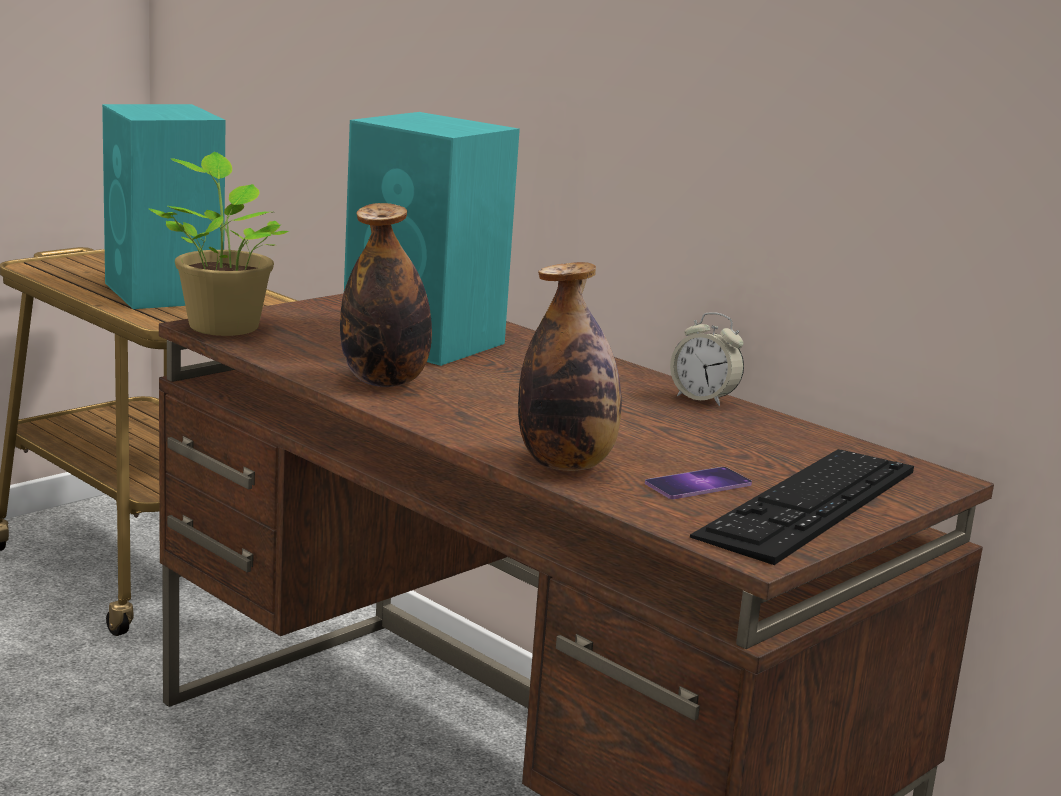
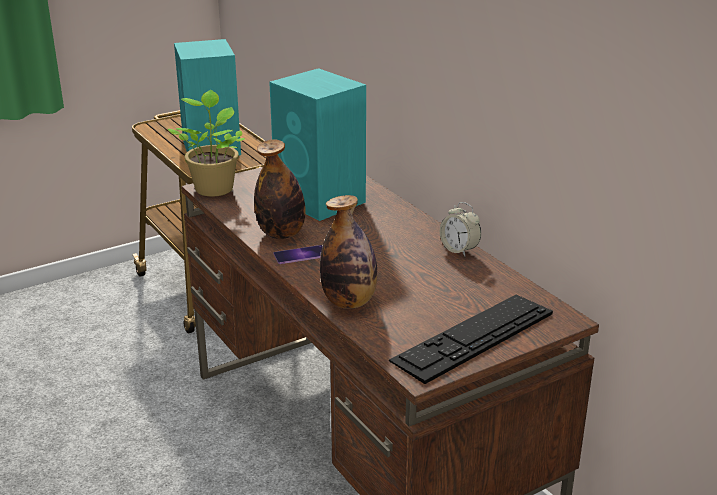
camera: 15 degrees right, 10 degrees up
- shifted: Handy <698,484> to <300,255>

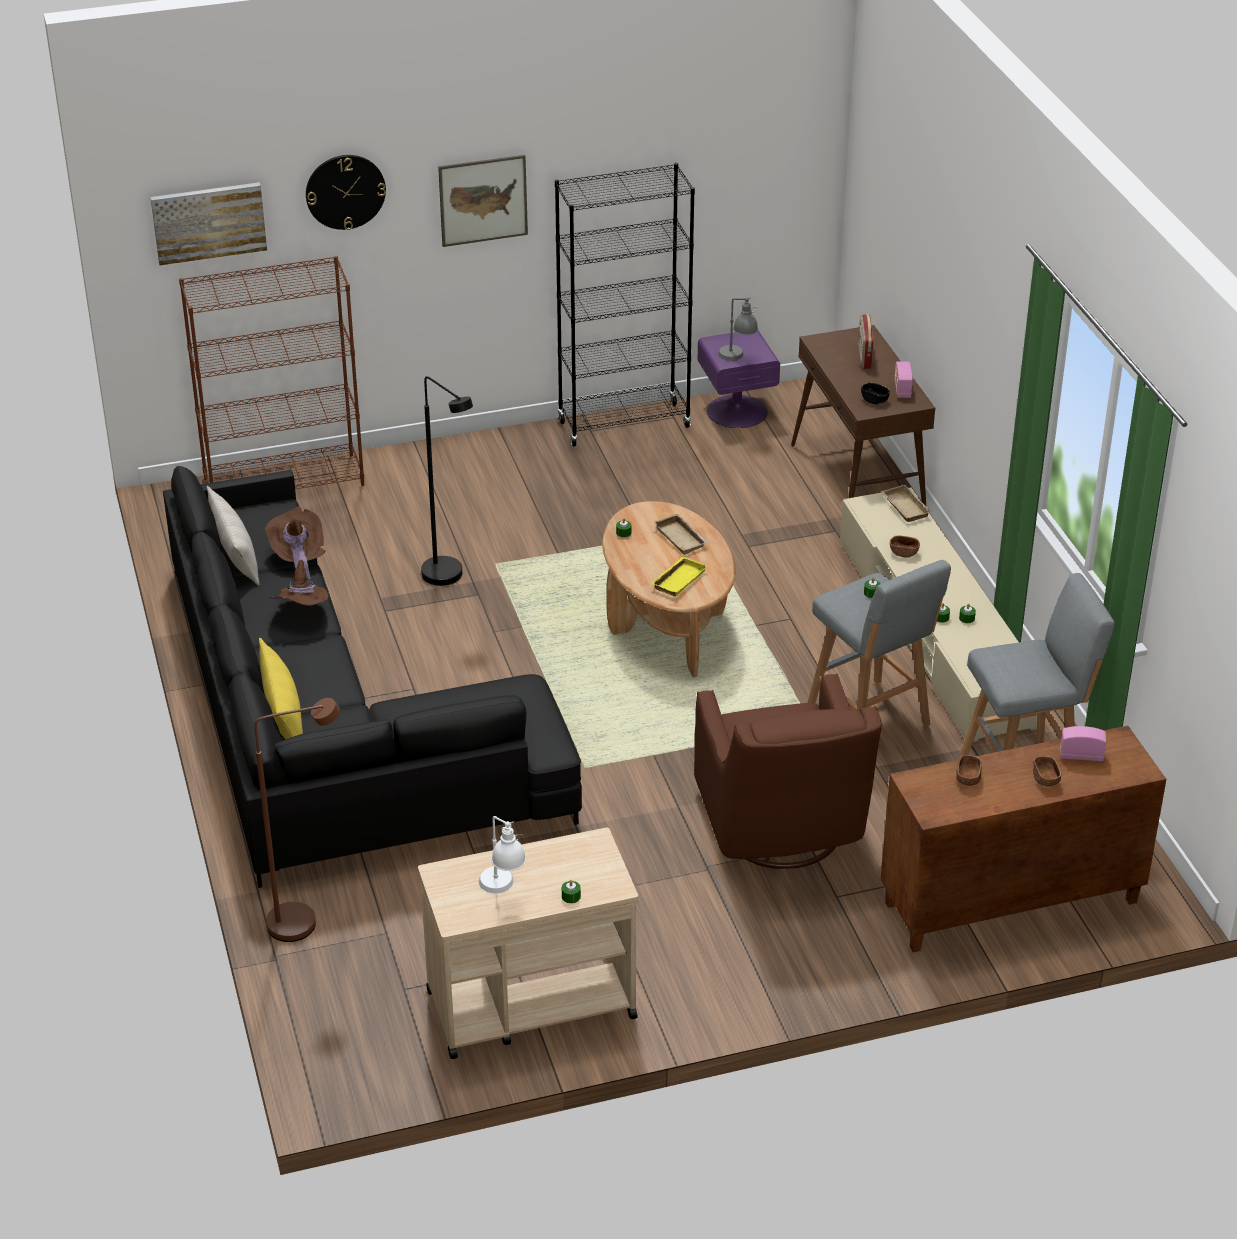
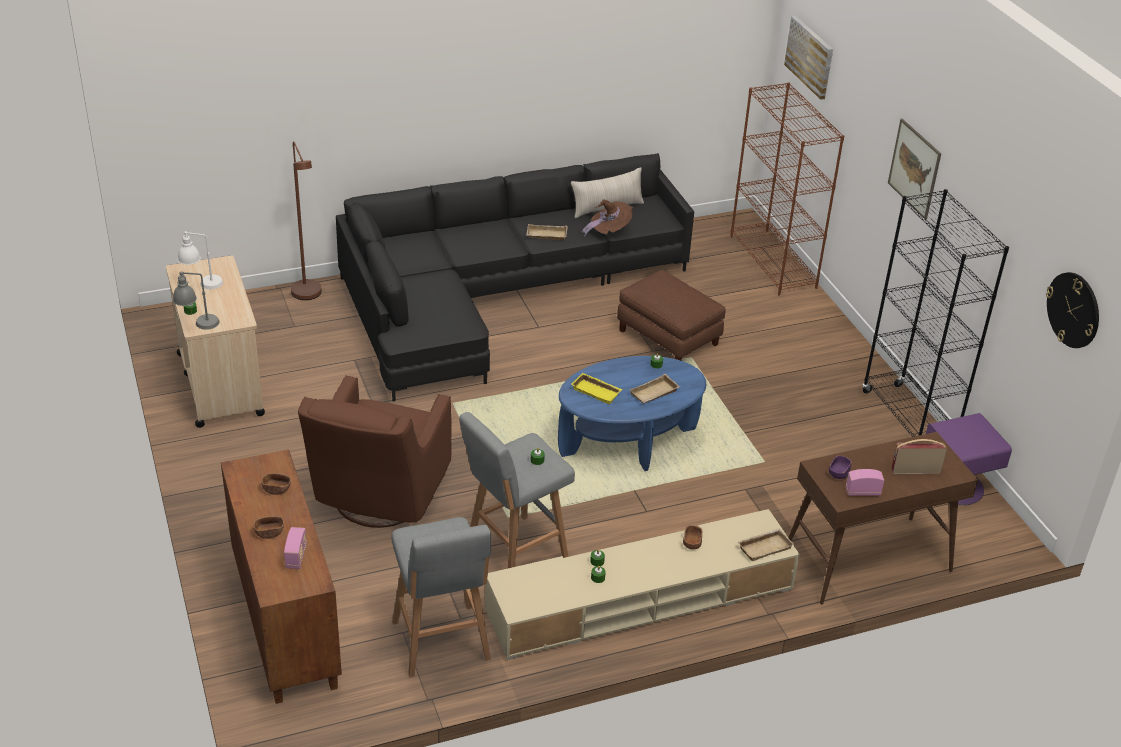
camera: 85 degrees right, 0 degrees up
- gone: Kissen (gelb) <283,716>
- shifted: Wanduhr <345,191> to <1073,310>
- shifted: Tischlampe (grau) <738,358> to <198,326>
- swapped: Hut (braun) <302,612> to Tablett (beige) <546,235>
- swapped: Stehlampe (schwarz) <449,579> to Polsterhocker (braun) <669,337>
- repainted: Couchtisch (braun) <667,625> to Couchtisch (blau) <628,443>
- repainted: Schüssel (schwarz) <874,400> to Schüssel (lila) <838,473>
- rotated: Sessel (braun) <782,832> = <378,499> 60 degrees counterclockwise

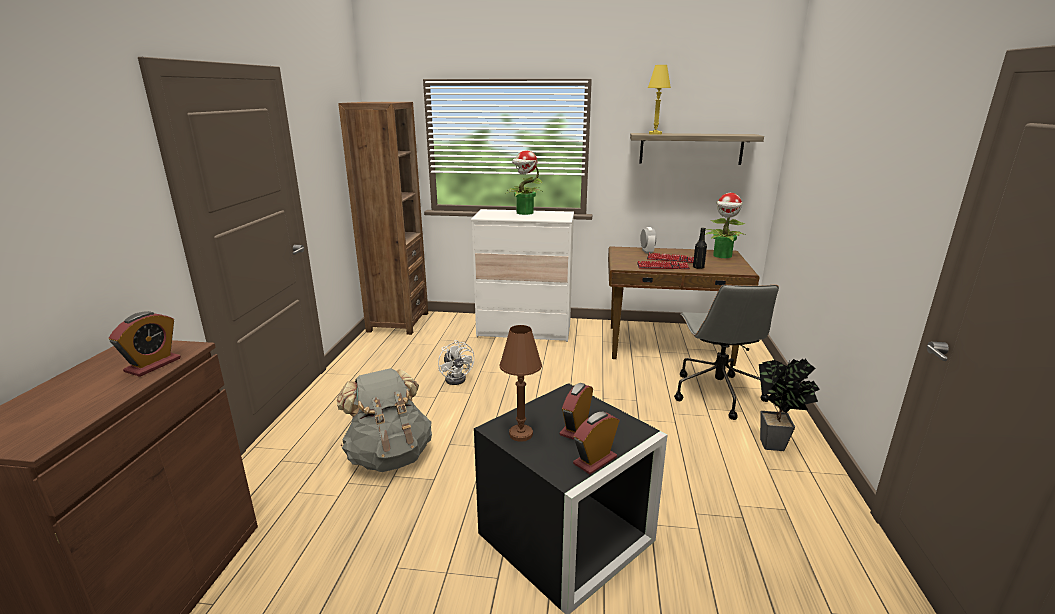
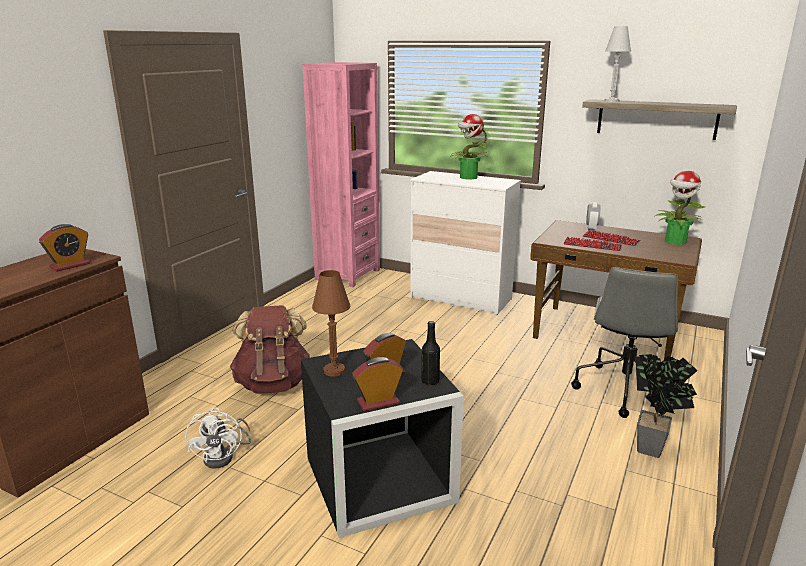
camera: 20 degrees right, 0 degrees up
- shifted: Ventilator (weiß) <457,378> to <224,456>
- shifted: Flasche (schwarz) <698,267> to <430,381>
- repainted: Rucksack (grau) <389,456> to Rucksack (braun) <273,383>
- repainted: Bücherregal (braun) <398,322> to Bücherregal (rosa) <347,274>
- repainted: Tischlampe (gelb) <655,134> to Tischlampe (weiß) <611,101>

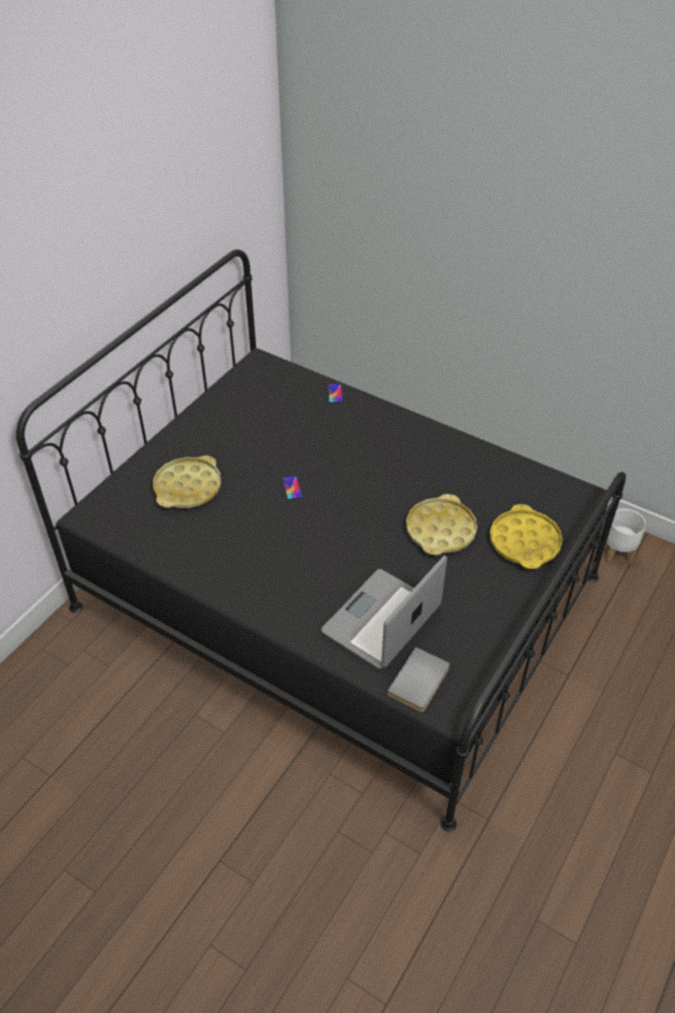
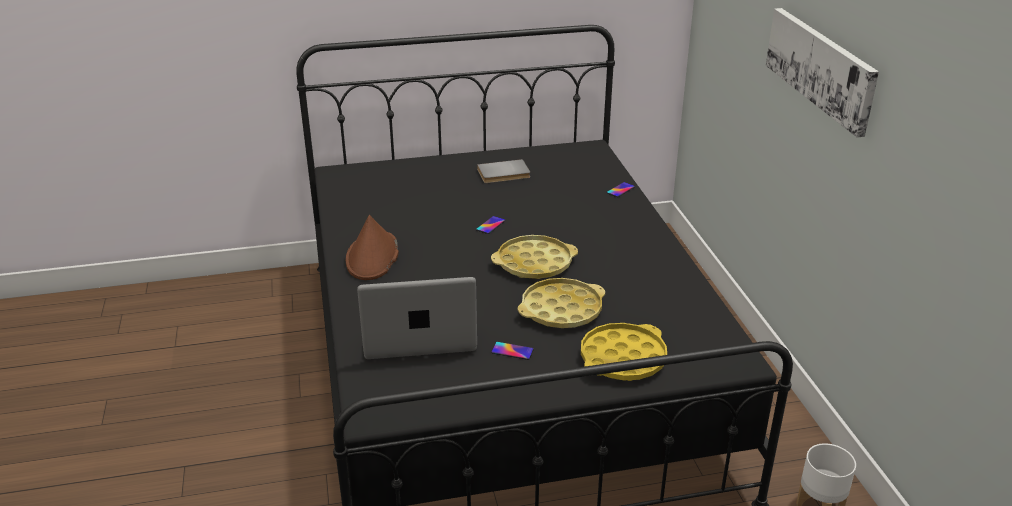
camera: 45 degrees right, 15 degrees down
- new: Hut (braun) <372,257>
- new: Handy <512,351>
- new: Bild <820,68>
- shifted: Tablett (gelb) <188,487> to <534,263>
- shifted: Buch (grau) <420,682> to <504,174>

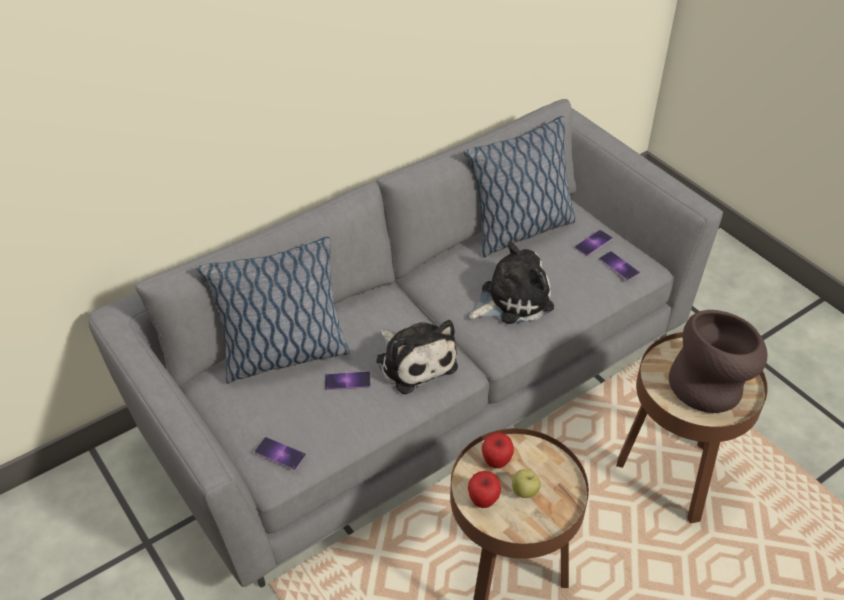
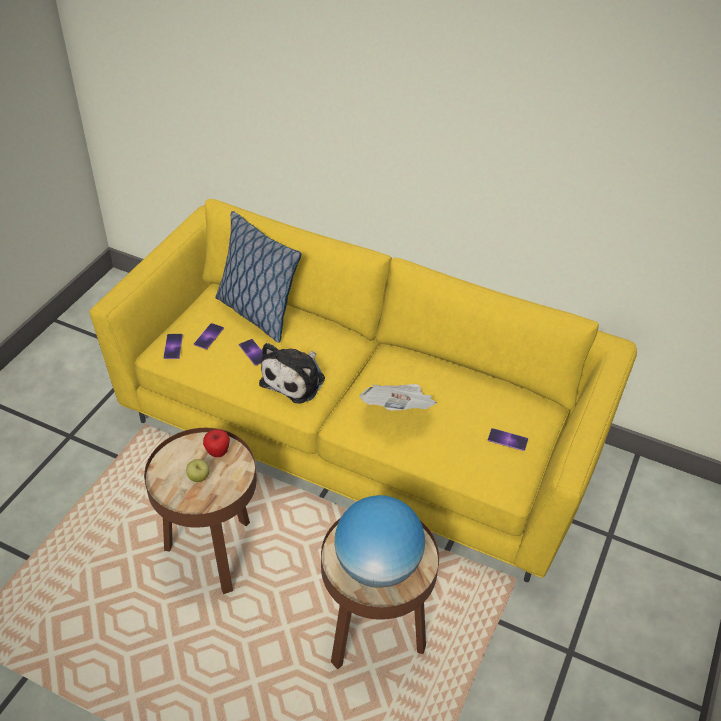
camera: 60 degrees right, 0 degrees up
- gone: Kissen <519,230>
- gone: Apfel <483,500>
- shifted: Handy <619,266> to <208,336>
- swapped: Plüschtier <512,299> to Zeitung <398,410>
- swapped: Vase (braun) <710,386> to Globus <378,565>
- repainted: Sofa (grau) <421,386> to Sofa (gelb) <358,434>

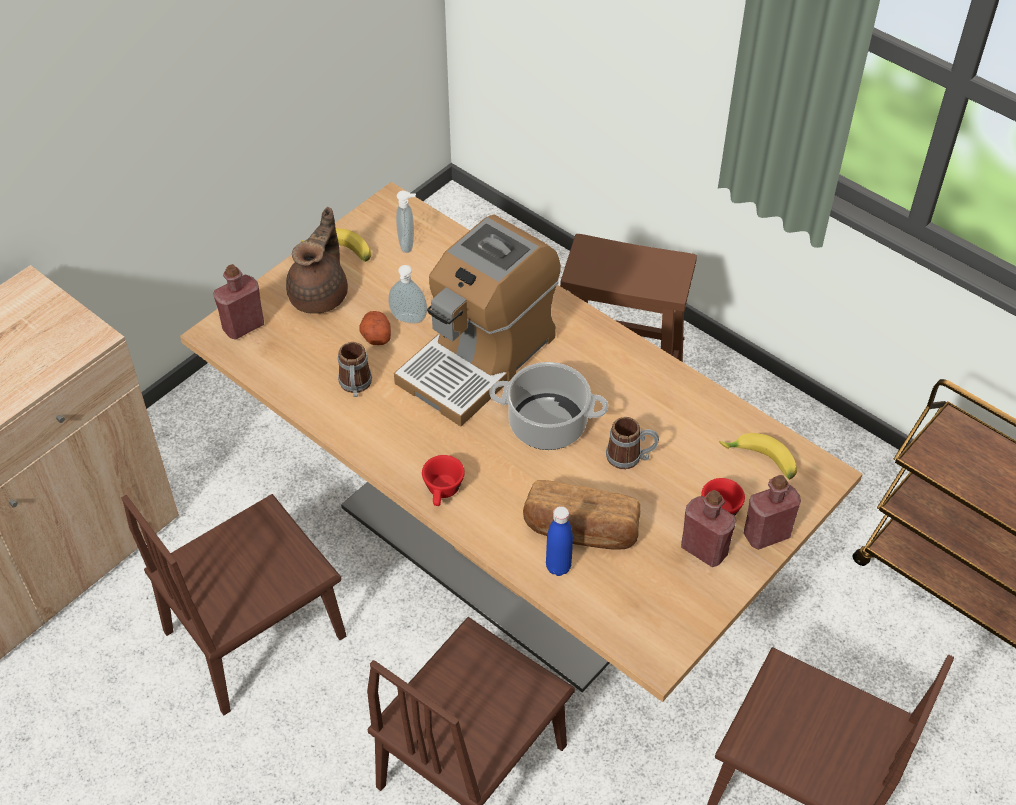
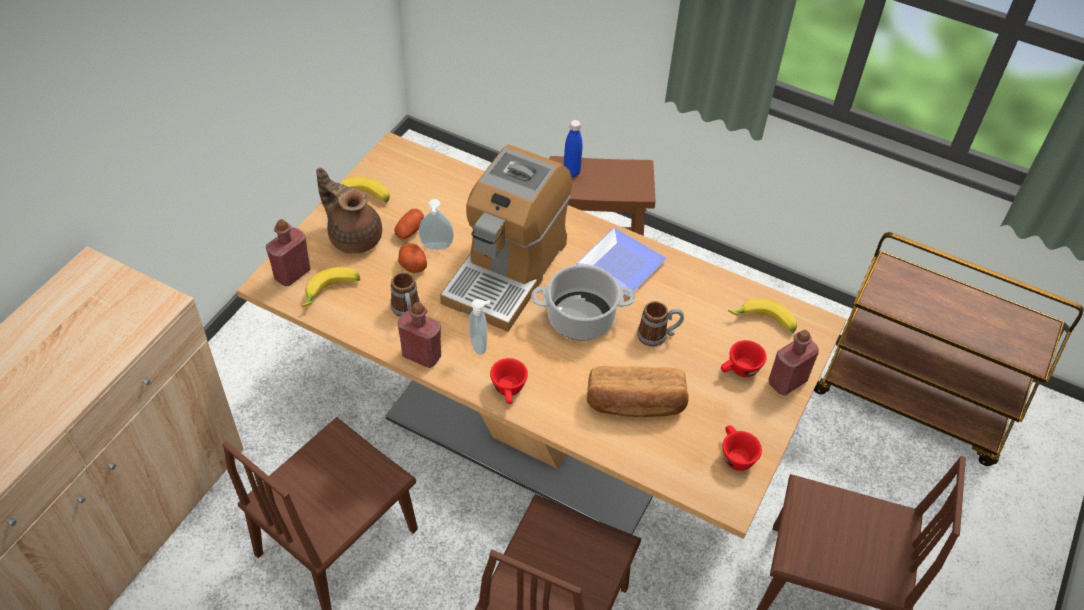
camera: 15 degrees left, 0 degrees up
- new: Banane <331,292>
- new: Kartoffel <409,230>
- new: Teller <620,262>
- new: Tasse (rot) <735,455>
- shifted: Seifenspender <408,244> to <480,345>
- shifted: Flasche (blau) <558,567> to <571,172>
- shifted: Flasche (rot) <704,550> to <421,355>
- rotated: Teekanne (braun) <321,294> = <354,236> 60 degrees counterclockwise

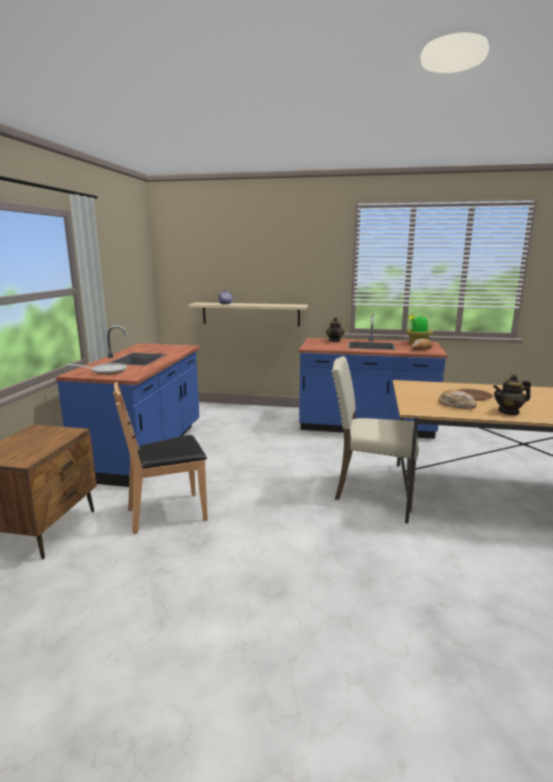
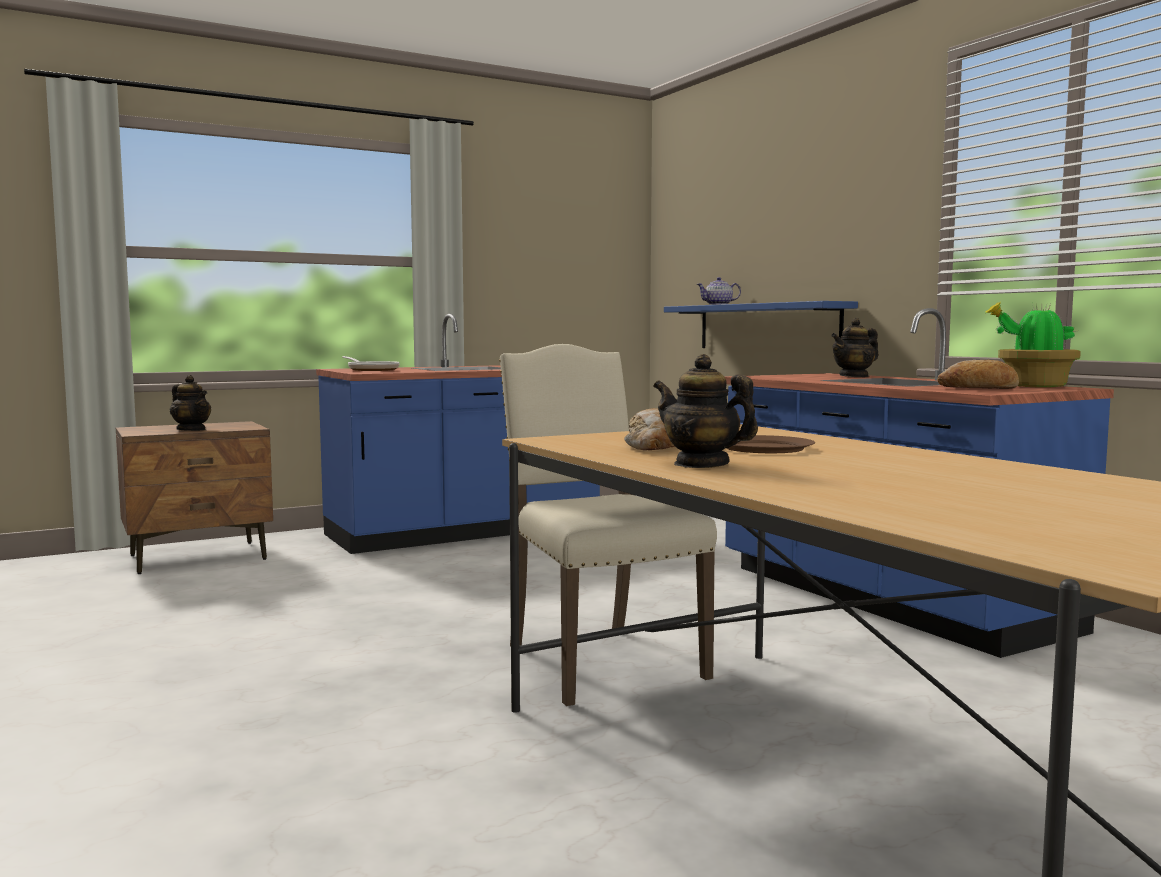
camera: 50 degrees right, 10 degrees down
- gone: Stuhl (braun) <168,513>
- new: Teekanne <191,430>
- repainted: Wandregal (beige) <250,314> to Wandregal (blau) <766,327>

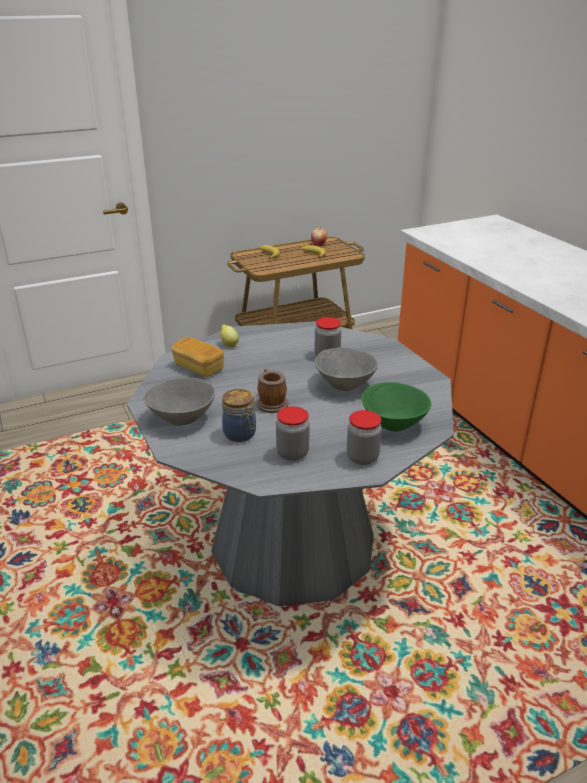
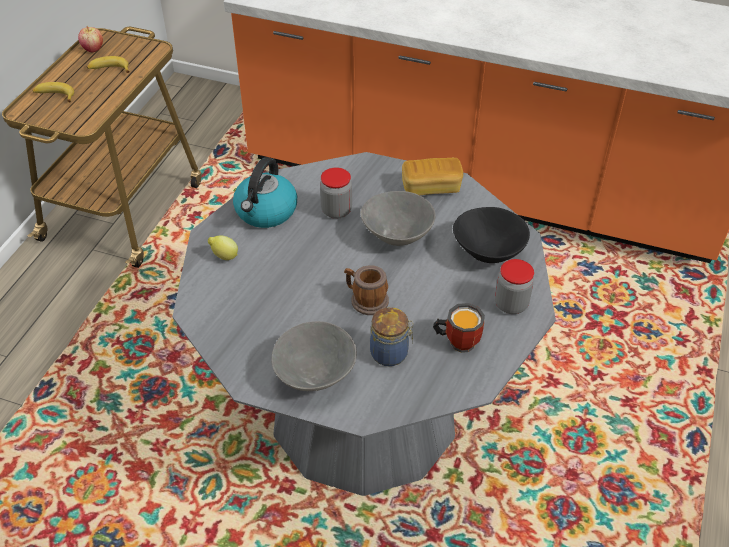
camera: 45 degrees left, 15 degrees up
- new: Wasserkessel <266,212>
- shifted: Brot <199,367> to <431,187>
- swapped: Vorratsglas <292,453> to Henkelbecher <457,340>
- repainted: Schüssel (grün) <393,423> to Schüssel (schwarz) <487,252>

